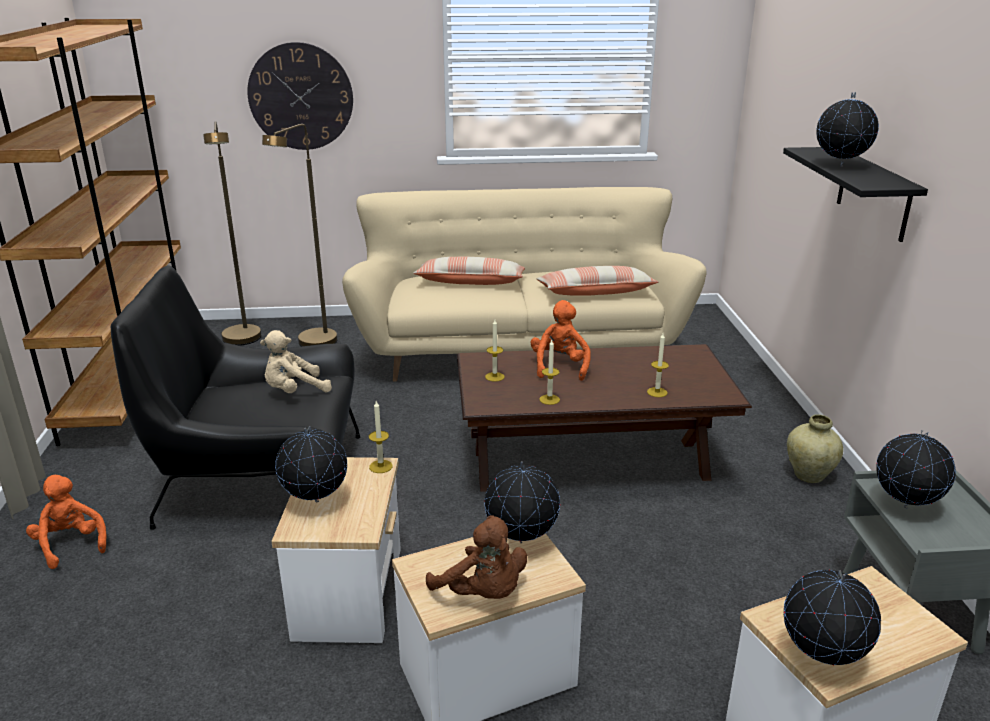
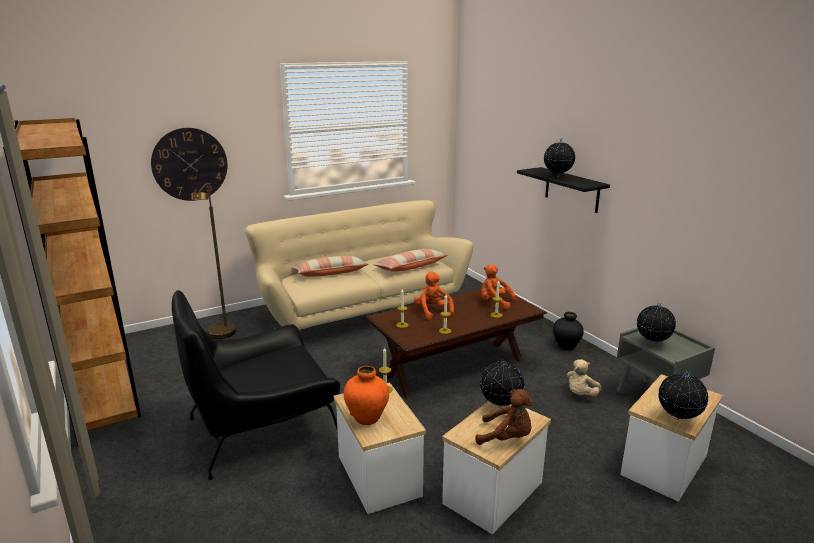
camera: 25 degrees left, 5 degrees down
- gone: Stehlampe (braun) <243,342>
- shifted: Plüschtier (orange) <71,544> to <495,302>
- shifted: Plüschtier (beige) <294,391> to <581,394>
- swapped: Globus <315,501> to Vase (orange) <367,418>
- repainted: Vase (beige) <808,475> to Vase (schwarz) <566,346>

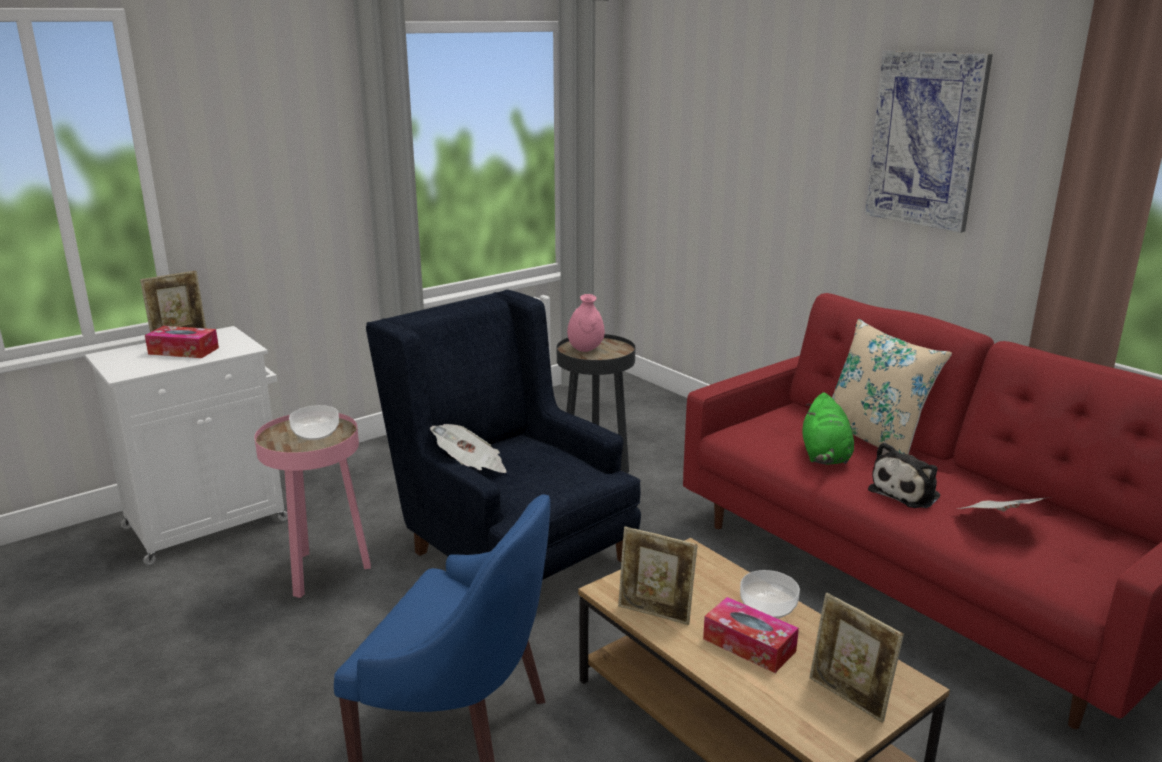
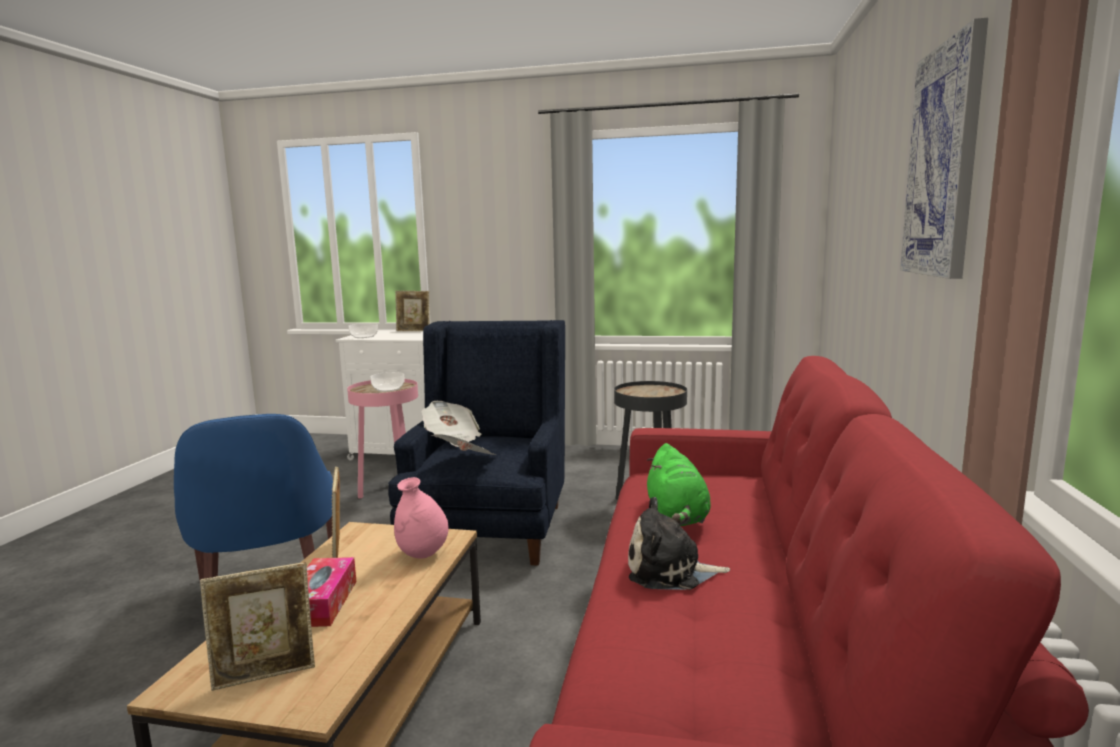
camera: 50 degrees right, 10 degrees down
- gone: Taschentuchbox <183,351>
- gone: Kissen (beige) <874,438>
- shifted: Vase (rosa) <585,349> to <422,554>
- shifted: Schüssel <768,607> to <363,336>
- shifted: Zeitung <996,523> to <467,462>
- rotated: Plüschtier (grün) <825,456> = <677,517> 60 degrees counterclockwise
- rotated: Bilderrahmen <848,698> = <266,675> 120 degrees counterclockwise

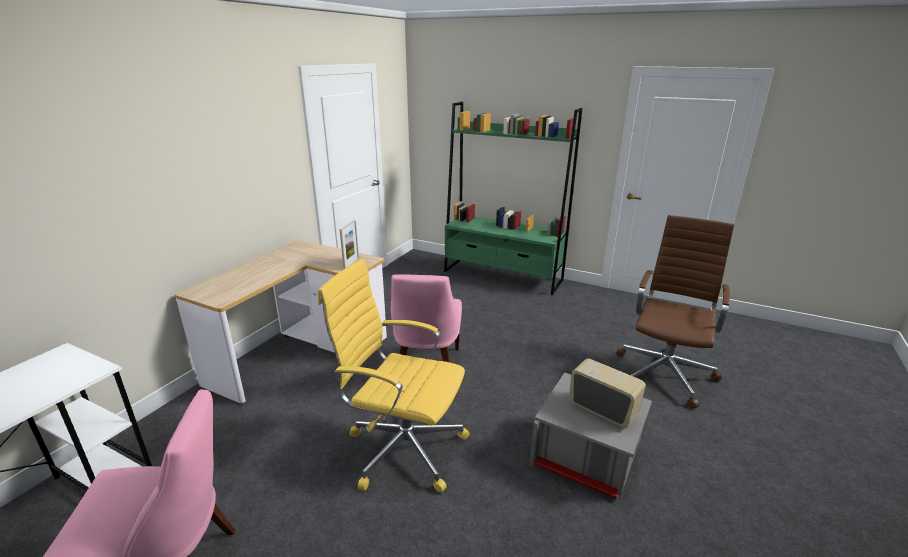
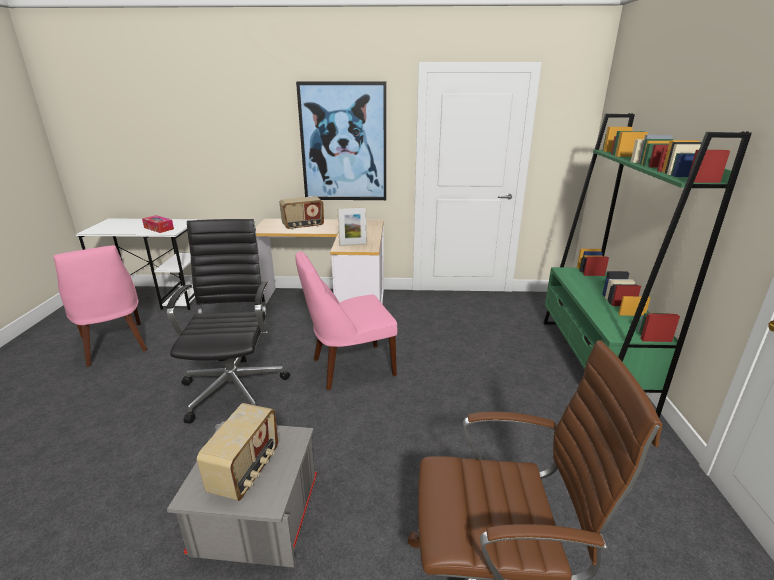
camera: 65 degrees right, 0 degrees up
- new: Taschentuchbox <159,228>
- new: Radio <303,226>
- new: Bild <343,143>
- repainted: Bürostuhl (gelb) <403,447> to Bürostuhl (schwarz) <235,388>

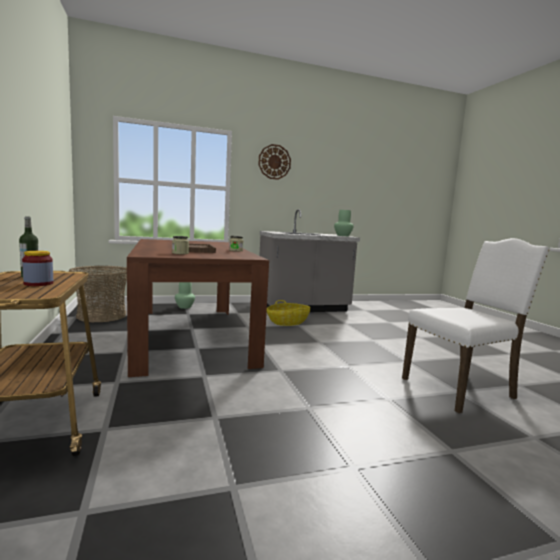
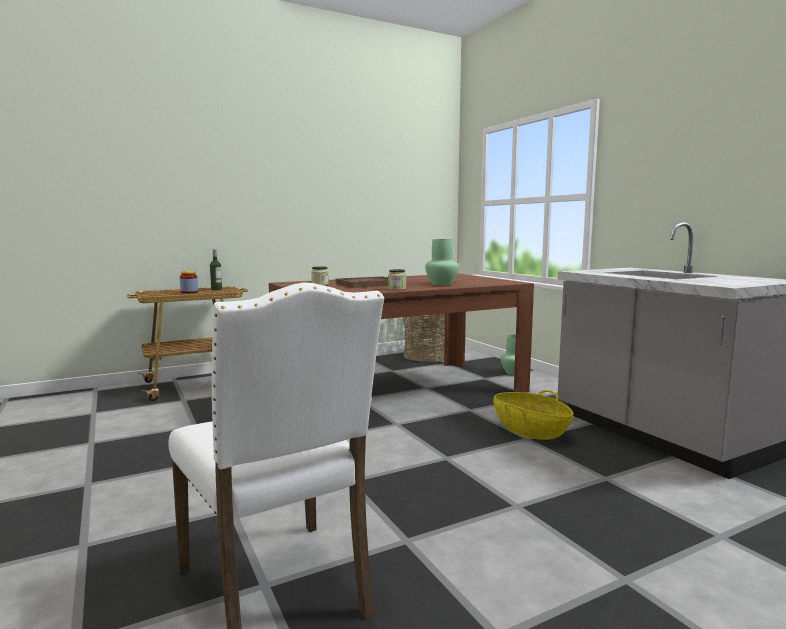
camera: 80 degrees right, 0 degrees up
- gone: Wanduhr <274,162>
- shifted: Vase (grün) <342,235> to <441,284>

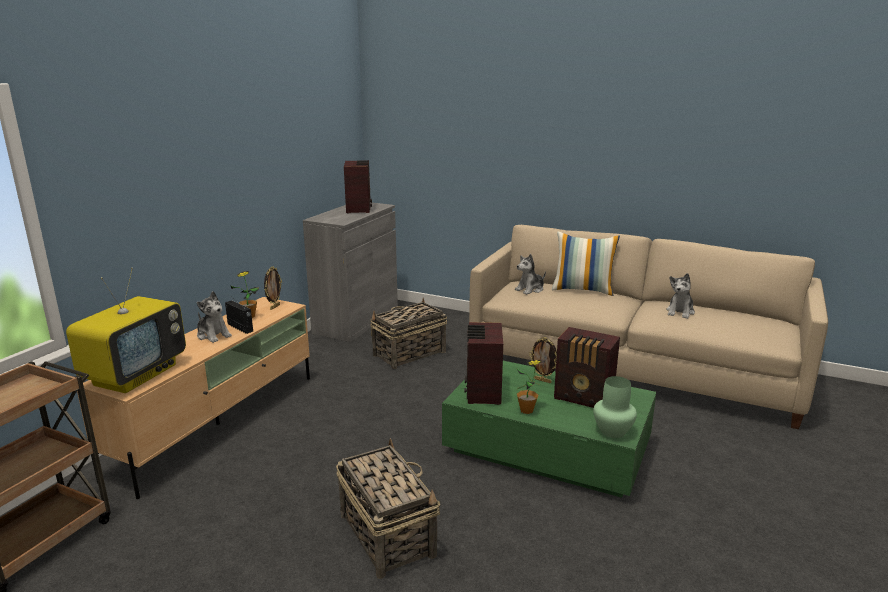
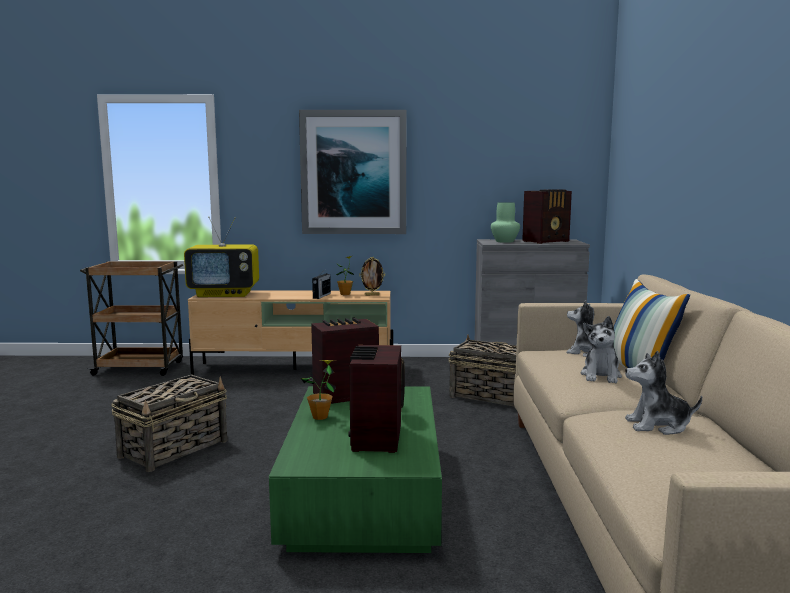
camera: 65 degrees right, 10 degrees down
- new: Bild <354,173>
- shifted: Plüschtier <213,335> to <601,376>
- shifted: Vase (grün) <612,431> to <505,241>

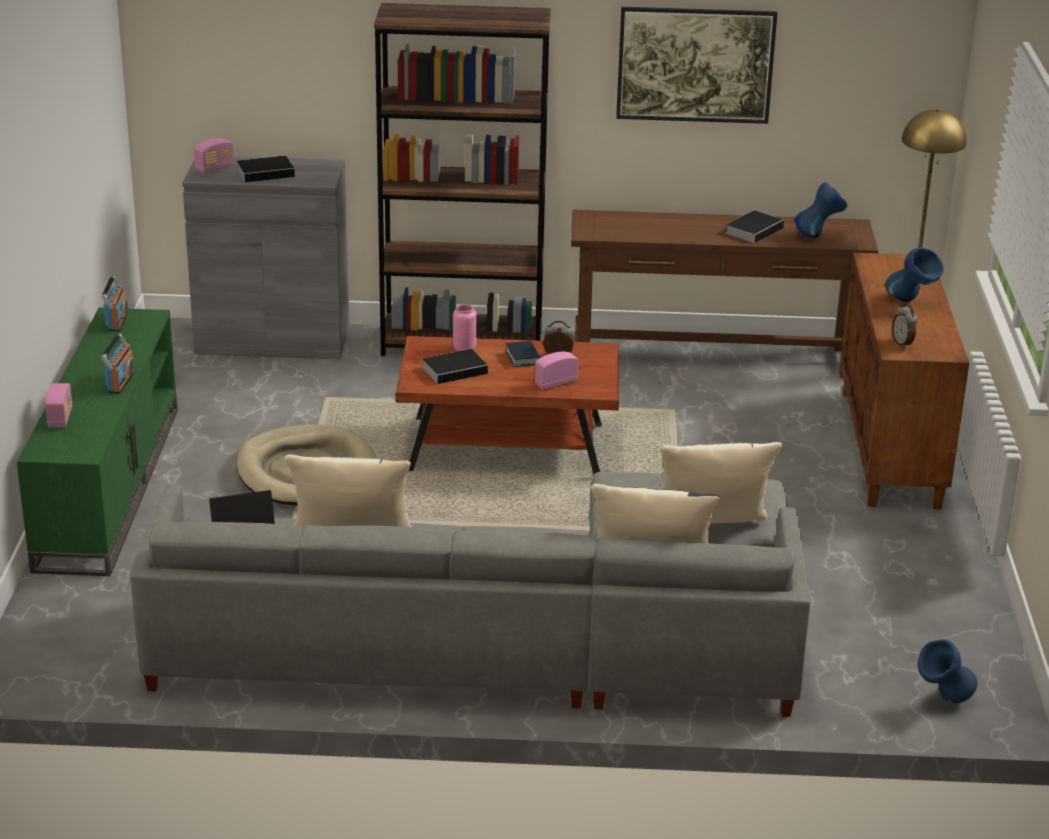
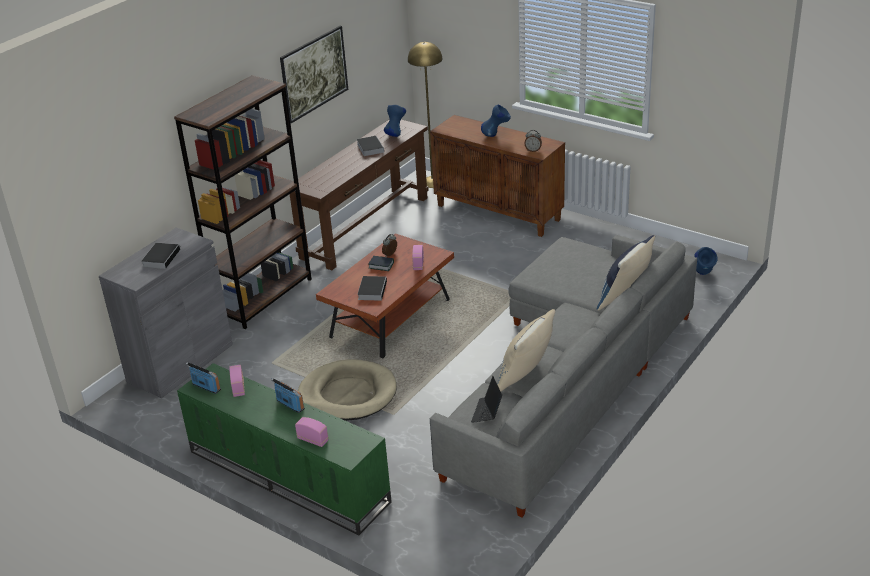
camera: 55 degrees left, 5 degrees up
- gone: Vase (rosa) <464,349>
- gone: Kissen (weiß) <709,531>
- shifted: Radio <214,168> to <238,388>

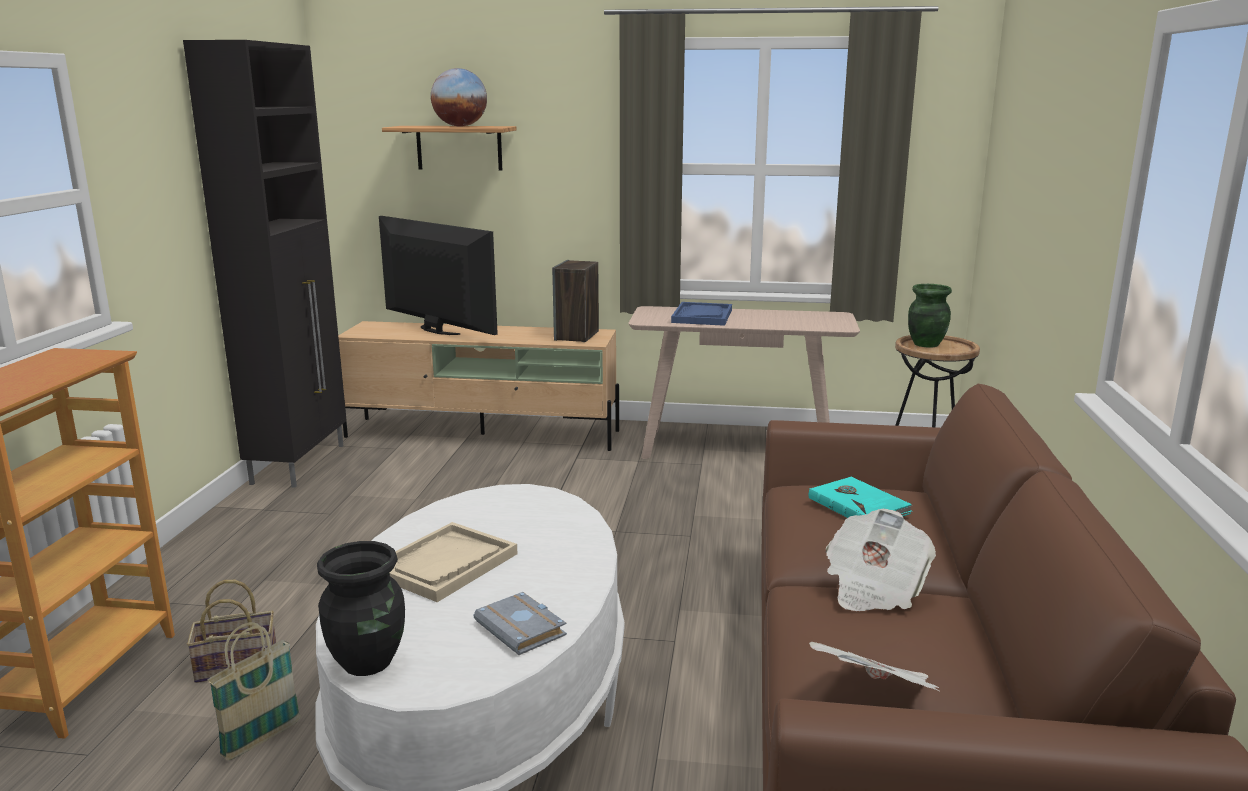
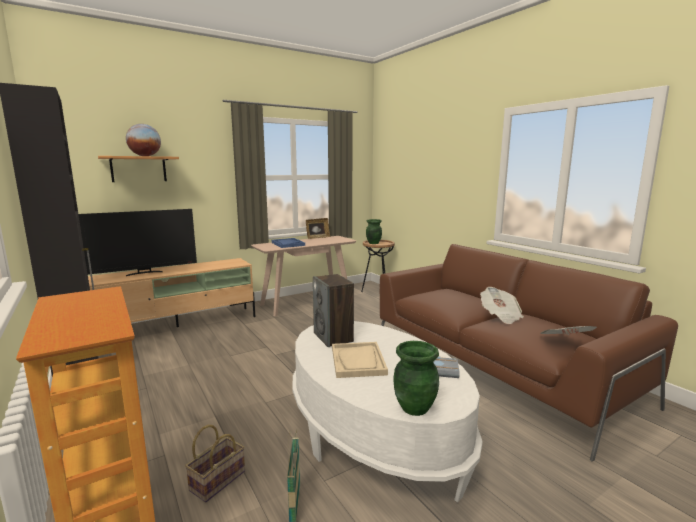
camera: 40 degrees left, 5 degrees down
- gone: Buch (türkis) <859,505>
- new: Bilderrahmen <317,237>
- shifted: Lautsprecher <577,336> to <333,337>
- repainted: Vase (schwarz) <368,662> to Vase (grün) <415,407>
- rotated: Fernseher <436,331> = <144,273> 150 degrees clockwise

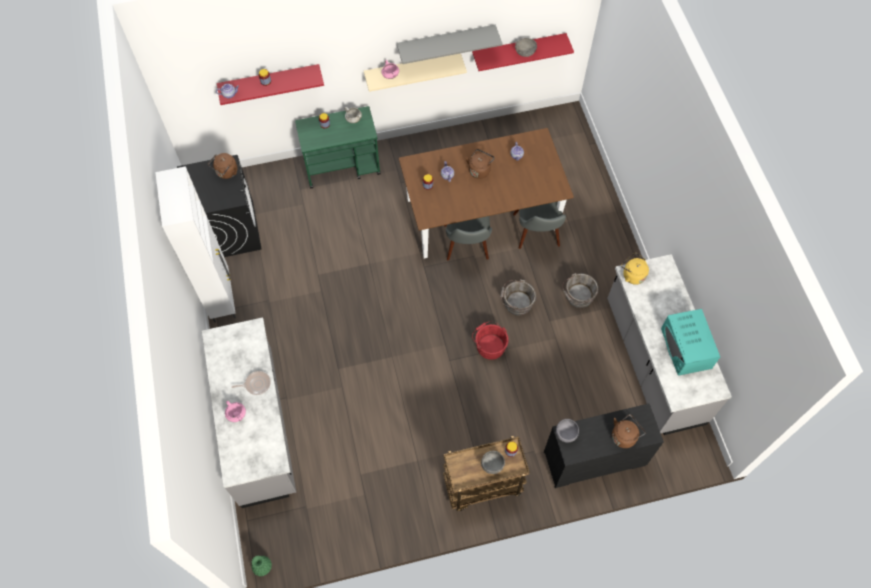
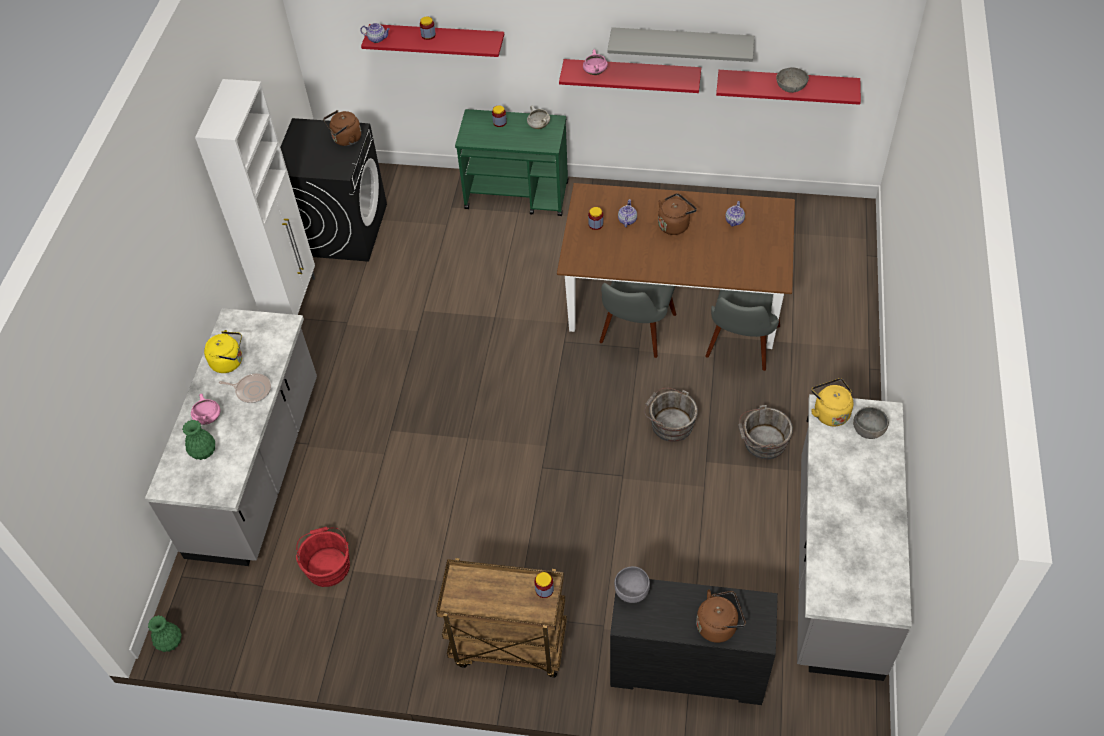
camera: 25 degrees right, 10 degrees down
- gone: Mikrowelle (türkis) <686,348>
- new: Vase (grün) <204,451>
- new: Wasserkessel (gelb) <229,362>
- shifted: Eimer (rot) <489,345> to <327,564>
- shifted: Schüssel (grau) <492,465> to <868,431>
- repainted: Wandregal (beige) <412,68> to Wandregal (rot) <631,74>

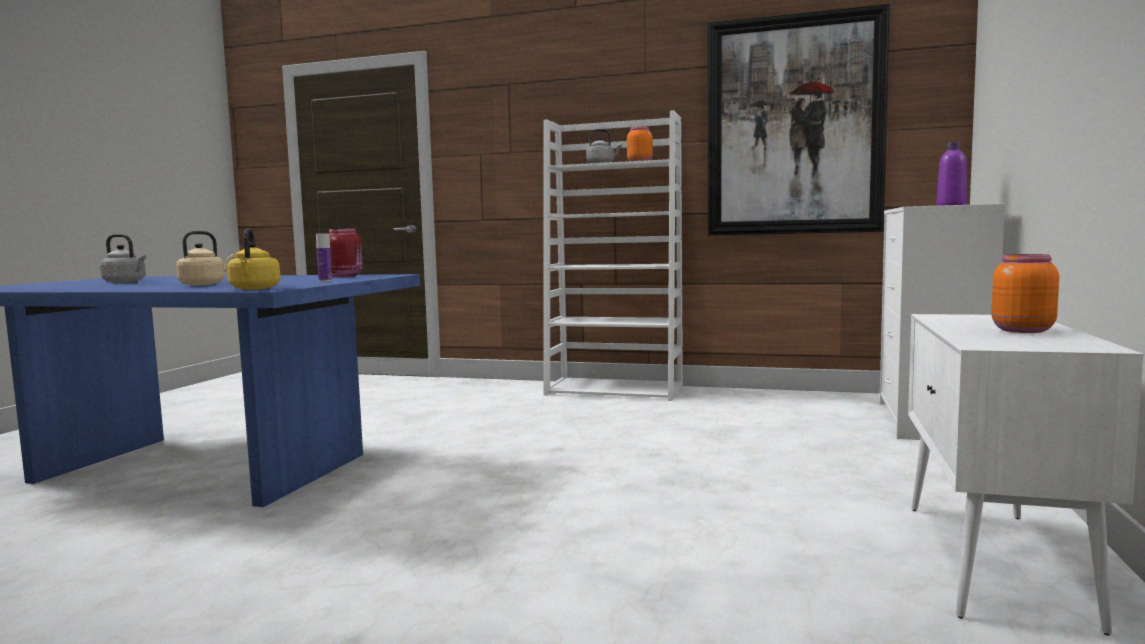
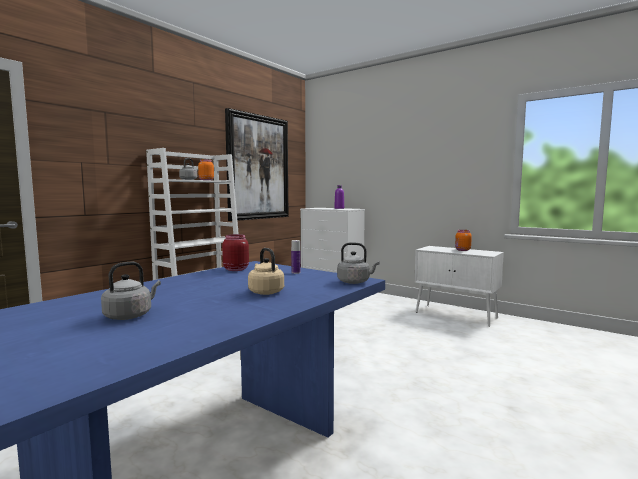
camera: 70 degrees left, 0 degrees up
- repainted: Wasserkessel (gelb) <254,289> to Wasserkessel (grau) <355,282>

